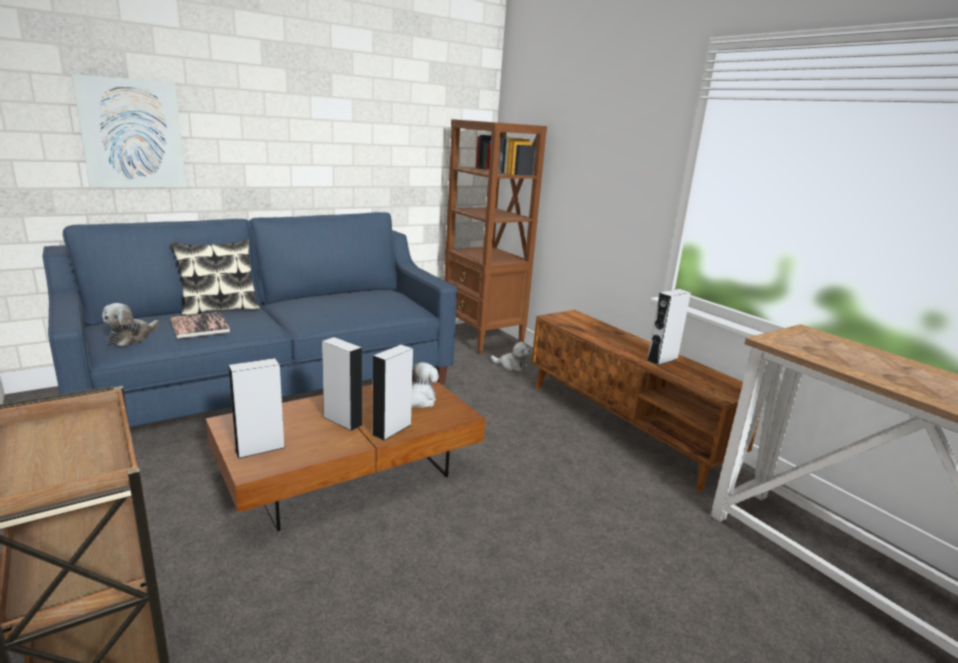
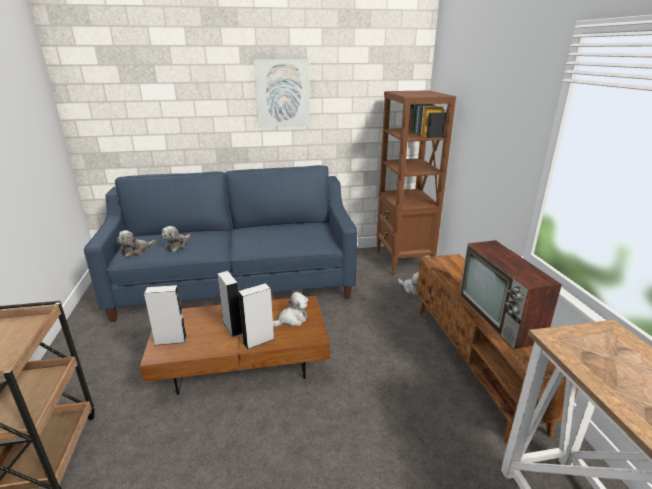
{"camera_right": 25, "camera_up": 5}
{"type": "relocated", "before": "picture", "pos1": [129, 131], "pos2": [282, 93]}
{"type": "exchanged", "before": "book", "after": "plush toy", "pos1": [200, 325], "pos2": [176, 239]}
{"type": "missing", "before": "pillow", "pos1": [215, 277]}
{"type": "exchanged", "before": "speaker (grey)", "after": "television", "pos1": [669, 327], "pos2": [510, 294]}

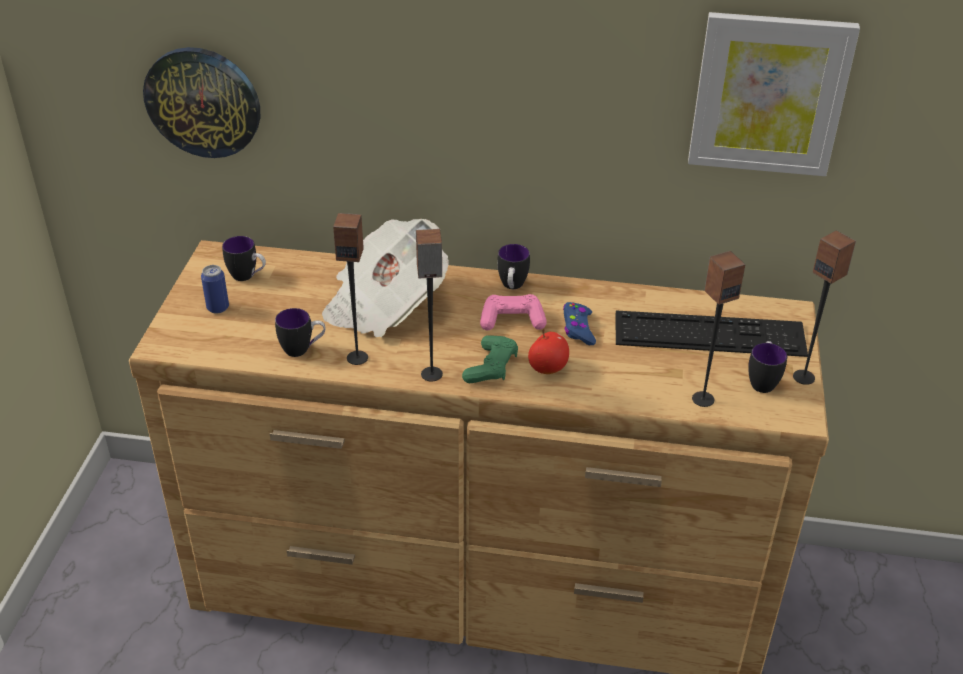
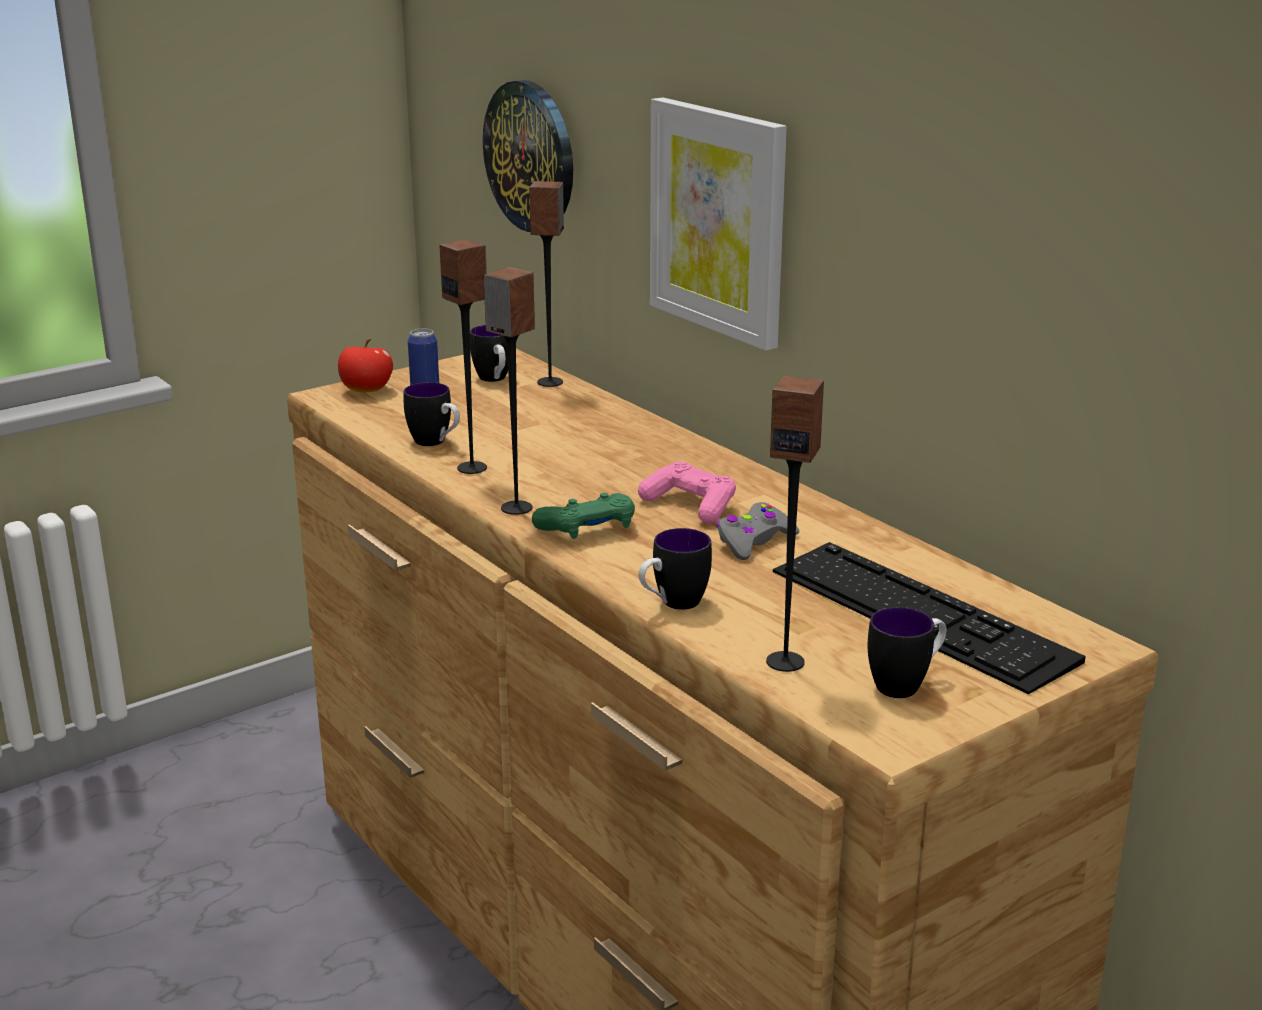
{"camera_right": 45, "camera_up": -15}
{"type": "missing", "before": "newspaper", "pos1": [385, 278]}
{"type": "relocated", "before": "mug", "pos1": [513, 266], "pos2": [675, 569]}
{"type": "relocated", "before": "apple", "pos1": [548, 351], "pos2": [365, 366]}
{"type": "colour", "before": "game controller (blue)", "after": "game controller (grey)", "pos1": [579, 323], "pos2": [757, 531]}
{"type": "relocated", "before": "picture", "pos1": [774, 94], "pos2": [718, 224]}
{"type": "relocated", "before": "speaker", "pos1": [824, 308], "pos2": [546, 284]}

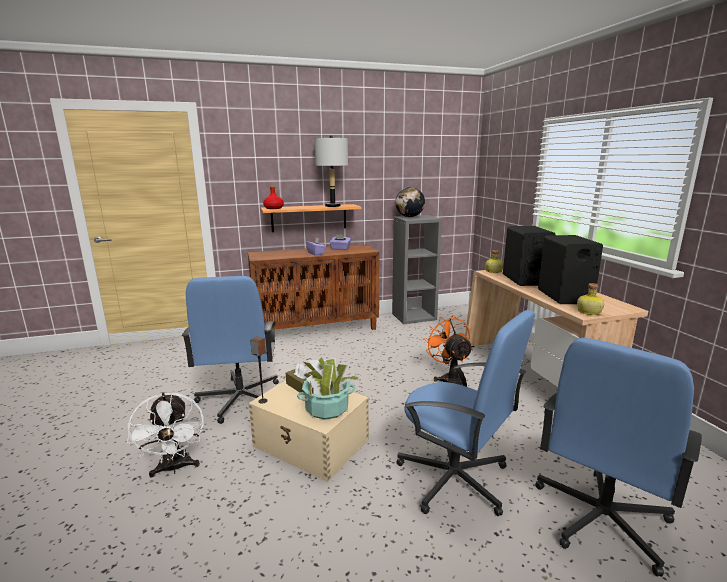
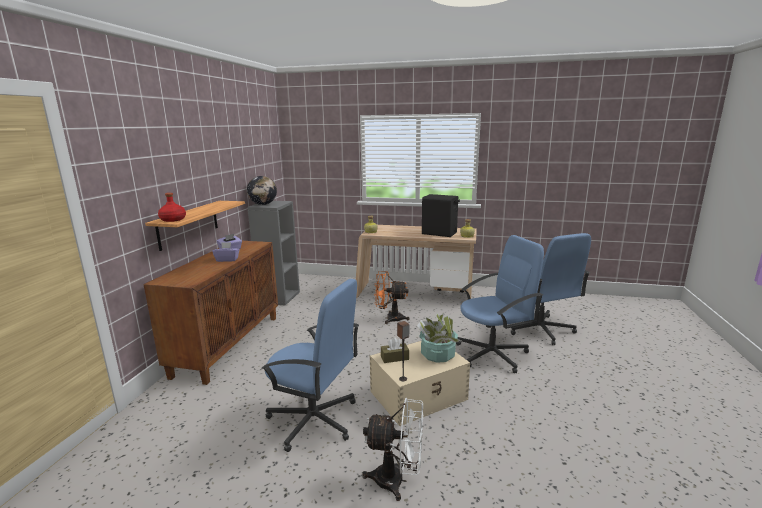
{"camera_right": -60, "camera_up": 0}
{"type": "missing", "before": "table lamp (grey)", "pos1": [331, 171]}
{"type": "missing", "before": "speaker (black)", "pos1": [529, 256]}

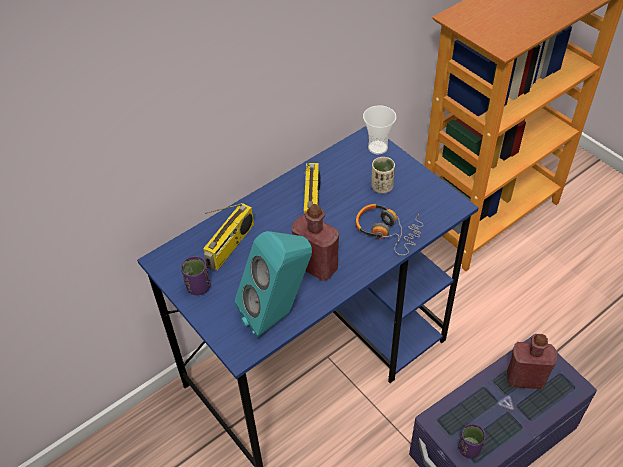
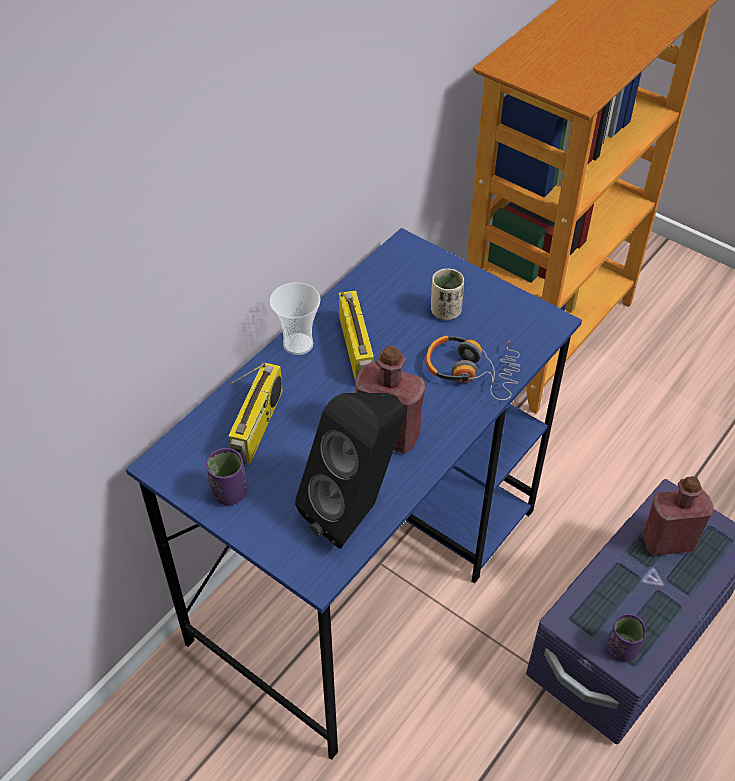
{"camera_right": -15, "camera_up": 0}
{"type": "colour", "before": "speaker (turquoise)", "after": "speaker (black)", "pos1": [273, 284], "pos2": [350, 471]}
{"type": "relocated", "before": "cup", "pos1": [379, 129], "pos2": [295, 318]}

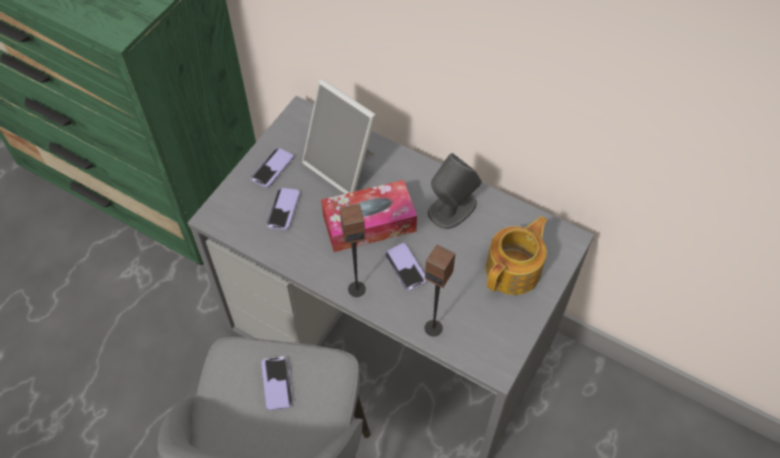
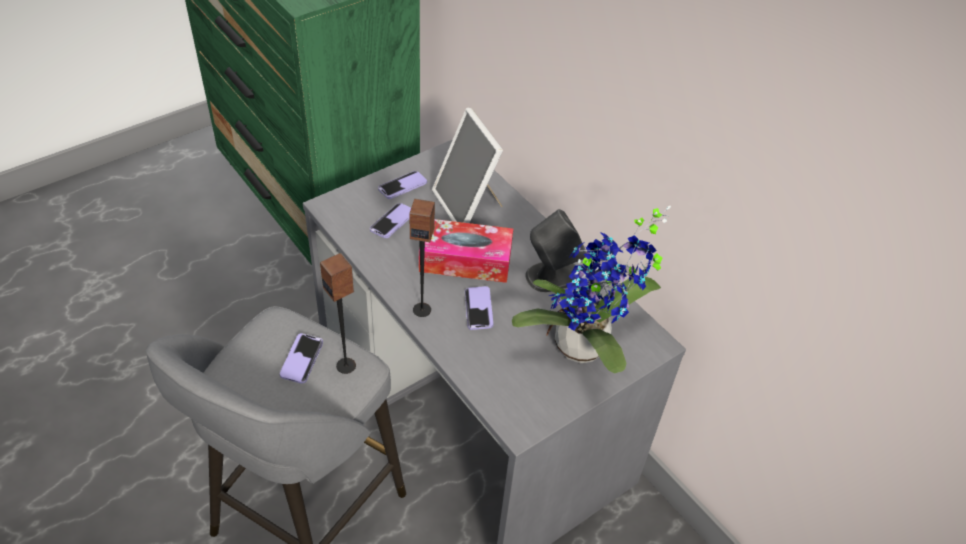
{"camera_right": 20, "camera_up": -10}
{"type": "relocated", "before": "speaker", "pos1": [440, 290], "pos2": [338, 313]}
{"type": "exchanged", "before": "teapot", "after": "potted plant", "pos1": [516, 255], "pos2": [591, 289]}

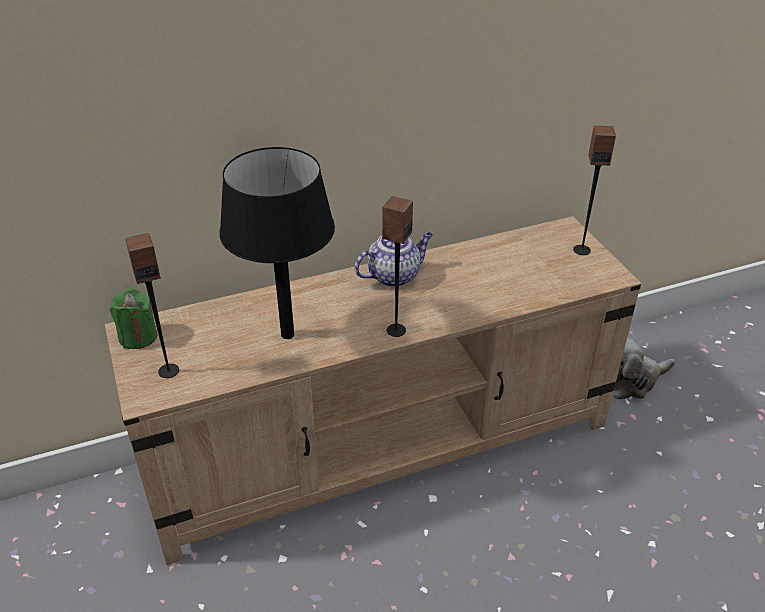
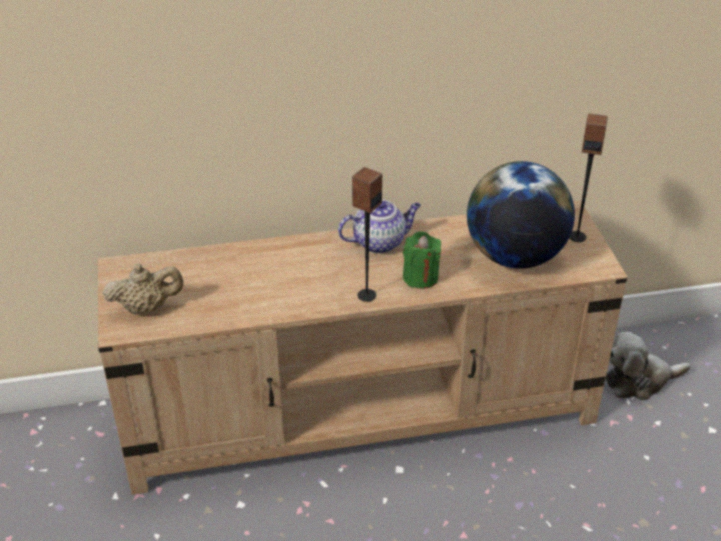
{"camera_right": 10, "camera_up": 0}
{"type": "relocated", "before": "candle (green)", "pos1": [133, 319], "pos2": [422, 260]}
{"type": "exchanged", "before": "speaker", "after": "teapot (beige)", "pos1": [152, 305], "pos2": [143, 289]}
{"type": "missing", "before": "table lamp (black)", "pos1": [277, 243]}
{"type": "appeared", "after": "globe", "pos2": [521, 215]}

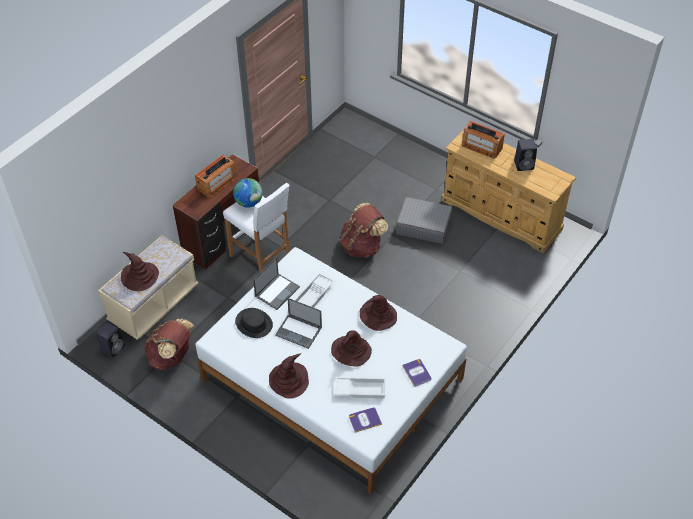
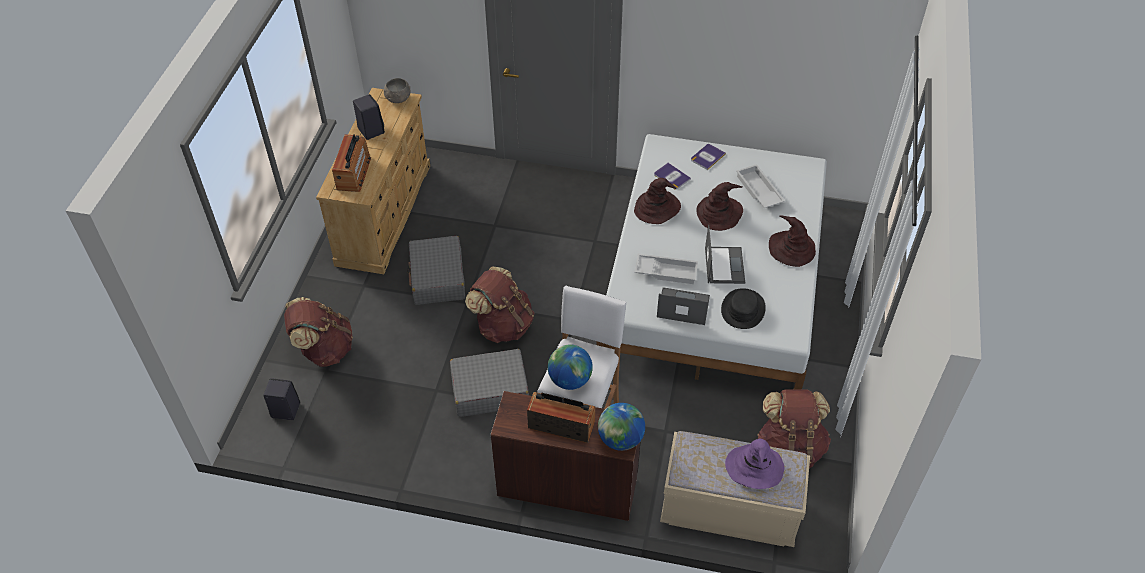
{"camera_right": -115, "camera_up": 0}
{"type": "relocated", "before": "speaker (black)", "pos1": [110, 339], "pos2": [281, 399]}
{"type": "colour", "before": "hat (brown)", "after": "hat (purple)", "pos1": [140, 271], "pos2": [754, 464]}
{"type": "relocated", "before": "book", "pos1": [365, 420], "pos2": [672, 176]}
{"type": "appeared", "after": "backpack (brown)", "pos2": [318, 332]}
{"type": "appeared", "after": "bowl (grey)", "pos2": [397, 90]}
{"type": "appeared", "after": "suitcase (grey)", "pos2": [489, 383]}
{"type": "appeared", "after": "globe", "pos2": [621, 427]}

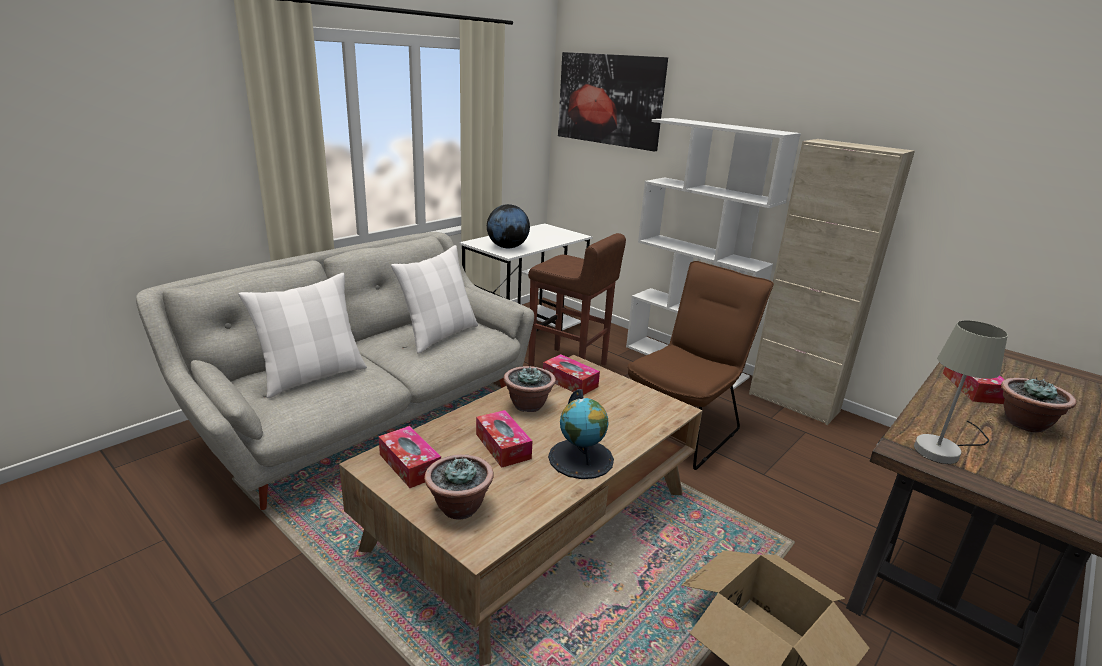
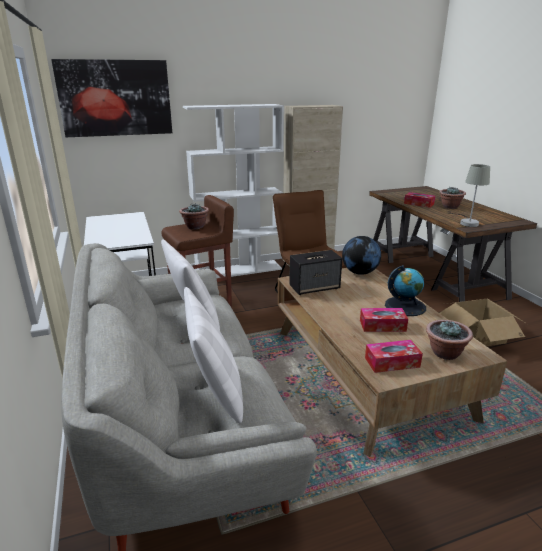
{"camera_right": -60, "camera_up": 0}
{"type": "relocated", "before": "globe", "pos1": [508, 226], "pos2": [361, 255]}
{"type": "relocated", "before": "potted plant", "pos1": [530, 389], "pos2": [194, 216]}
{"type": "exchanged", "before": "tissue box", "after": "speaker", "pos1": [571, 374], "pos2": [315, 272]}

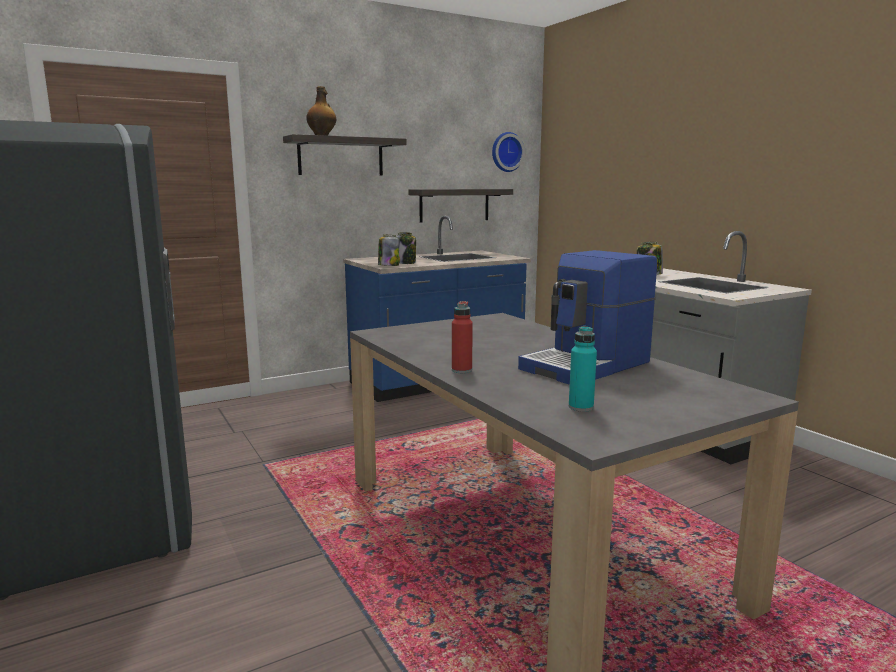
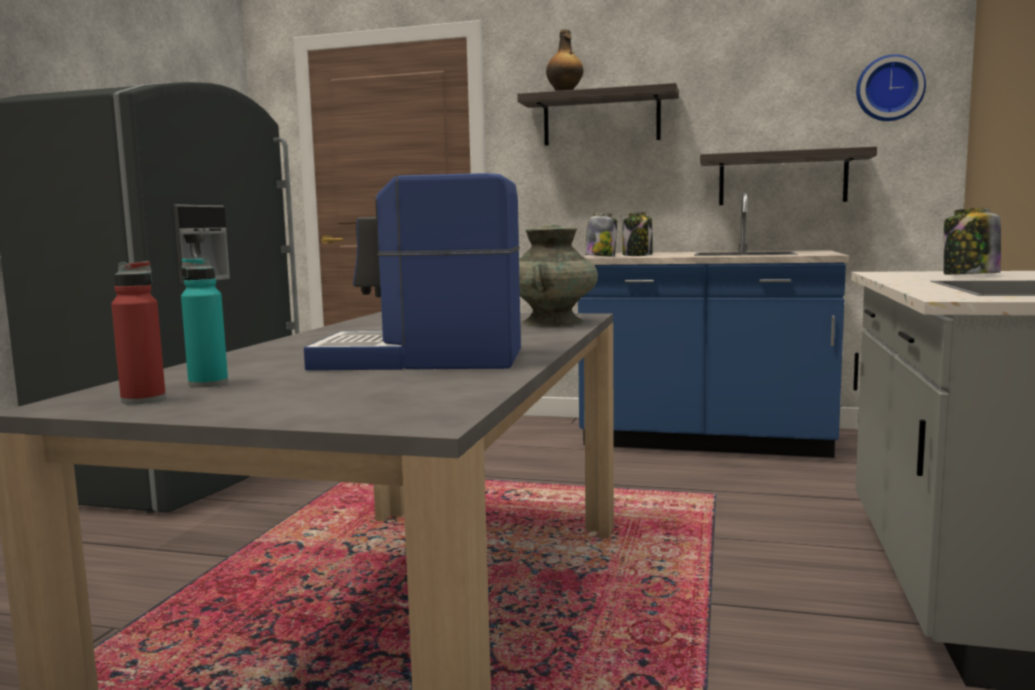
{"camera_right": 45, "camera_up": -5}
{"type": "relocated", "before": "bottle (red)", "pos1": [462, 337], "pos2": [138, 332]}
{"type": "appeared", "after": "vase (turquoise)", "pos2": [558, 275]}

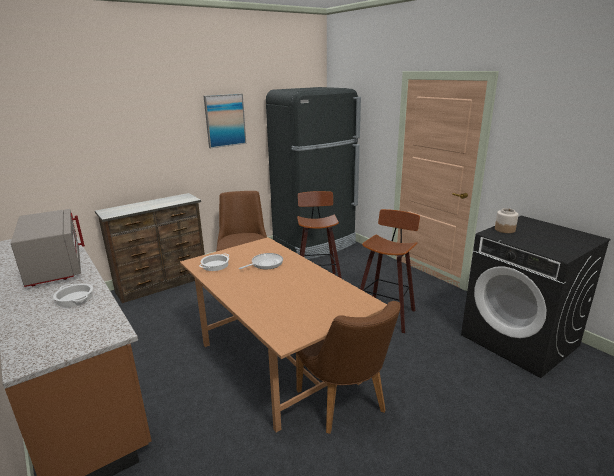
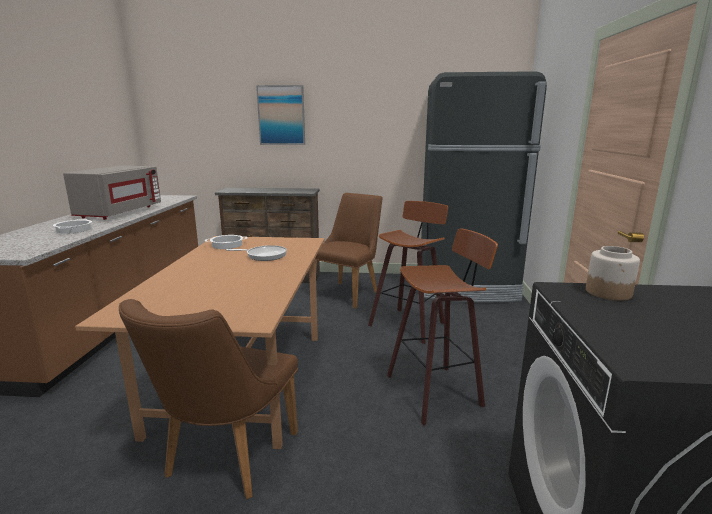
{"camera_right": 40, "camera_up": -5}
{"type": "relocated", "before": "picture", "pos1": [225, 121], "pos2": [280, 115]}

